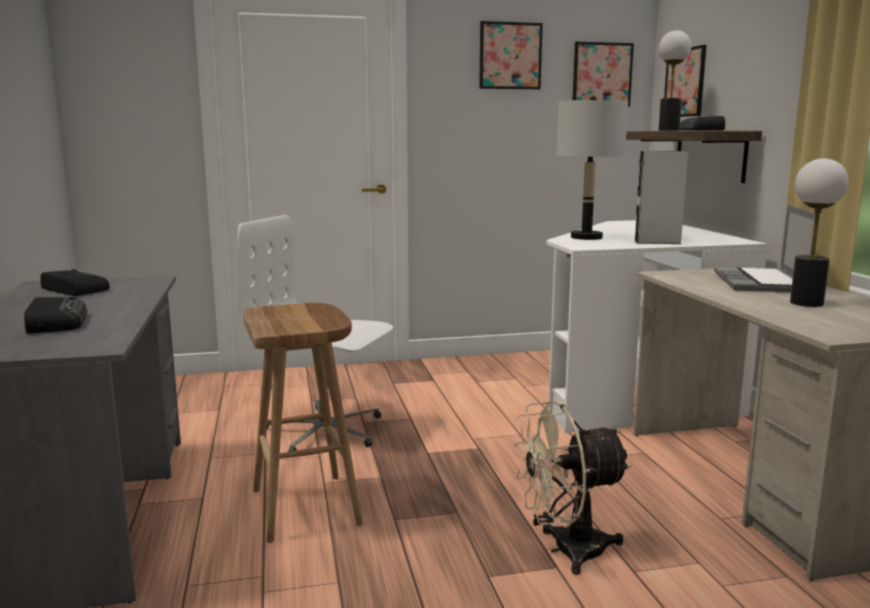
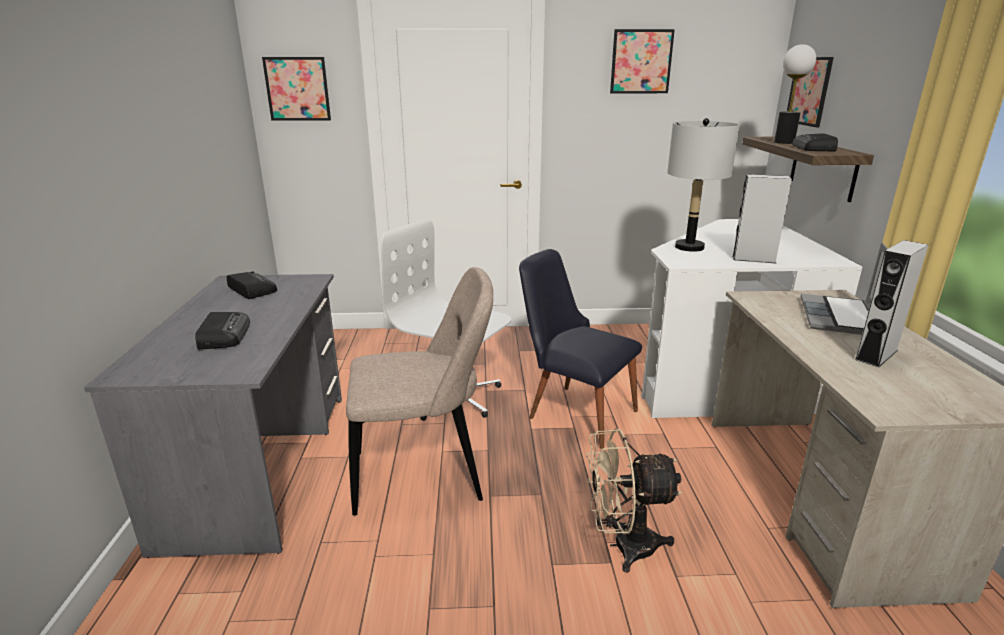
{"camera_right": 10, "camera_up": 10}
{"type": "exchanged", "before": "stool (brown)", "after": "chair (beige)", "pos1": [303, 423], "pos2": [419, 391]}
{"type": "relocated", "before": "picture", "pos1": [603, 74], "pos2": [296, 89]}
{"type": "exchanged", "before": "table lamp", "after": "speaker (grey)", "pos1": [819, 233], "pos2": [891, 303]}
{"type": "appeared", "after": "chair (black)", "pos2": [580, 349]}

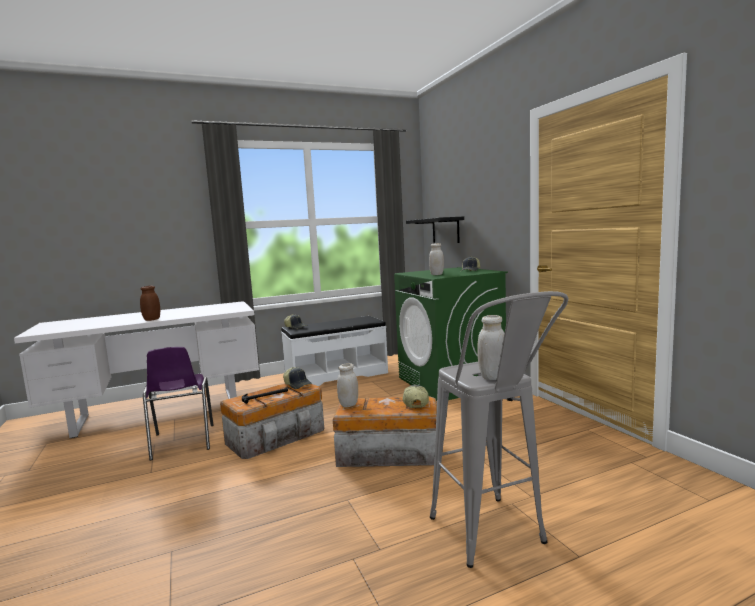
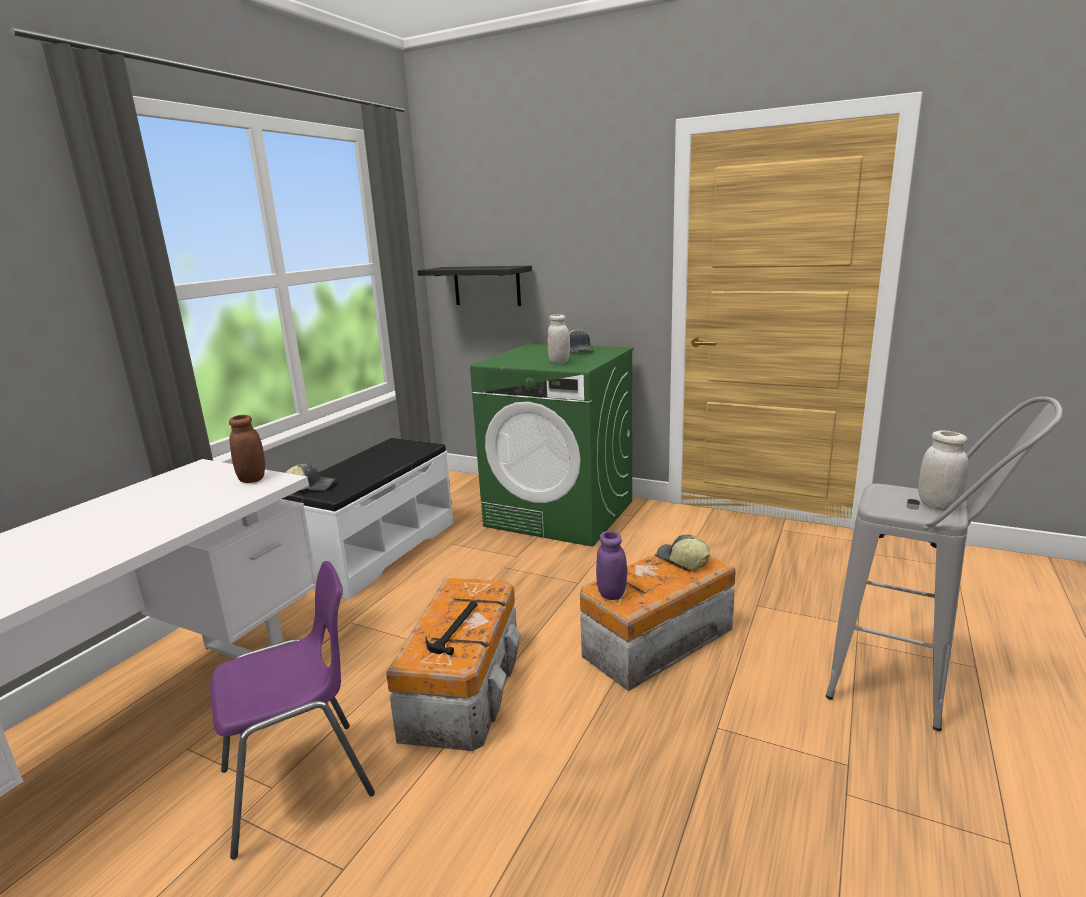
{"camera_right": -40, "camera_up": 10}
{"type": "relocated", "before": "jar (brown)", "pos1": [150, 303], "pos2": [247, 449]}
{"type": "spun", "before": "chair (purple)", "pos1": [178, 403], "pos2": [292, 710], "turn": -60}
{"type": "missing", "before": "cap", "pos1": [297, 378]}
{"type": "colour", "before": "jar (white)", "after": "jar (purple)", "pos1": [347, 385], "pos2": [611, 565]}

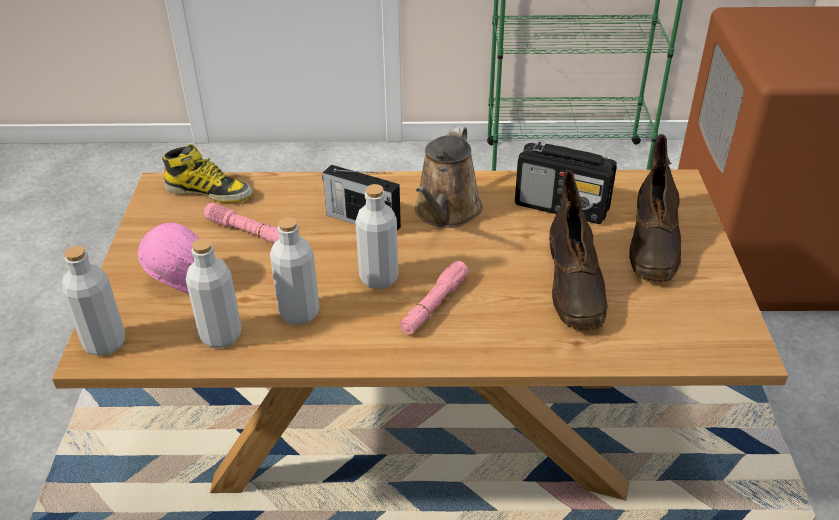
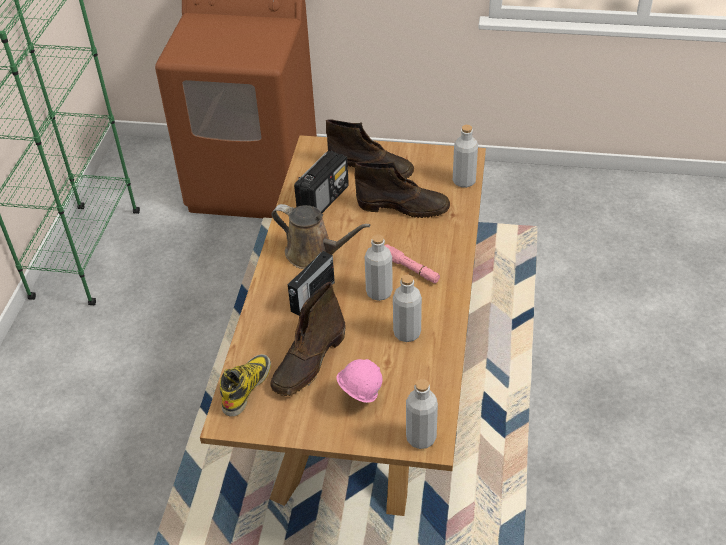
{"camera_right": -80, "camera_up": 5}
{"type": "relocated", "before": "bottle (grey)", "pos1": [213, 293], "pos2": [465, 156]}
{"type": "exchanged", "before": "flashlight (pink)", "after": "boot (brown)", "pos1": [241, 223], "pos2": [307, 339]}

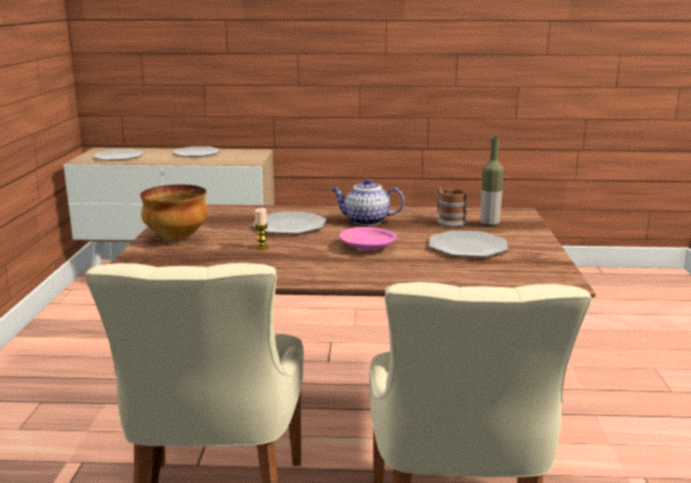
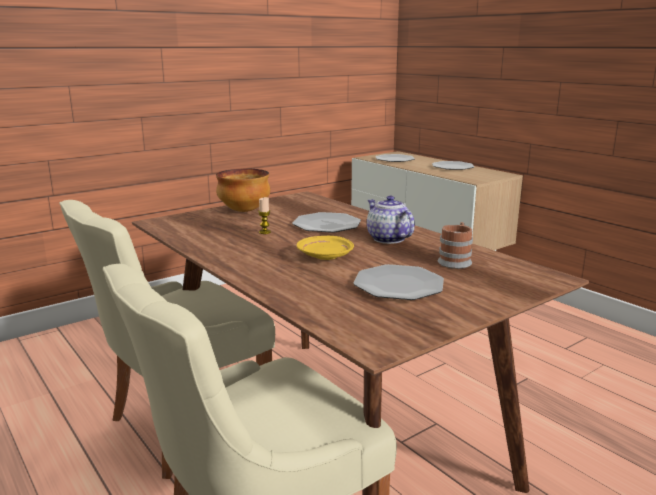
{"camera_right": 50, "camera_up": 0}
{"type": "colour", "before": "plate (pink)", "after": "plate (yellow)", "pos1": [368, 238], "pos2": [325, 248]}
{"type": "missing", "before": "bottle", "pos1": [492, 181]}

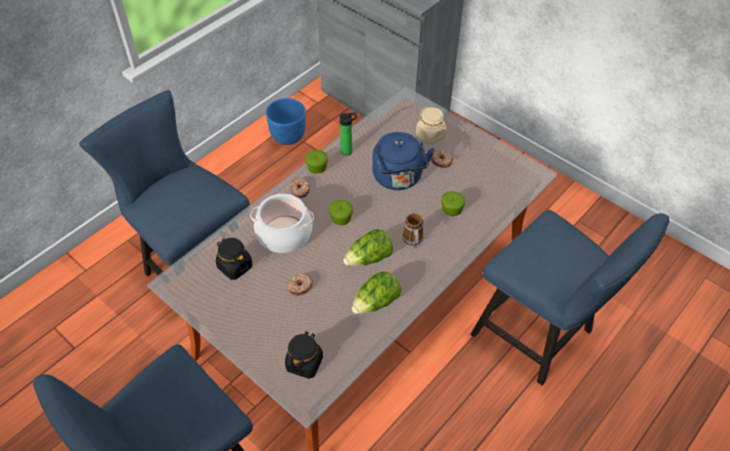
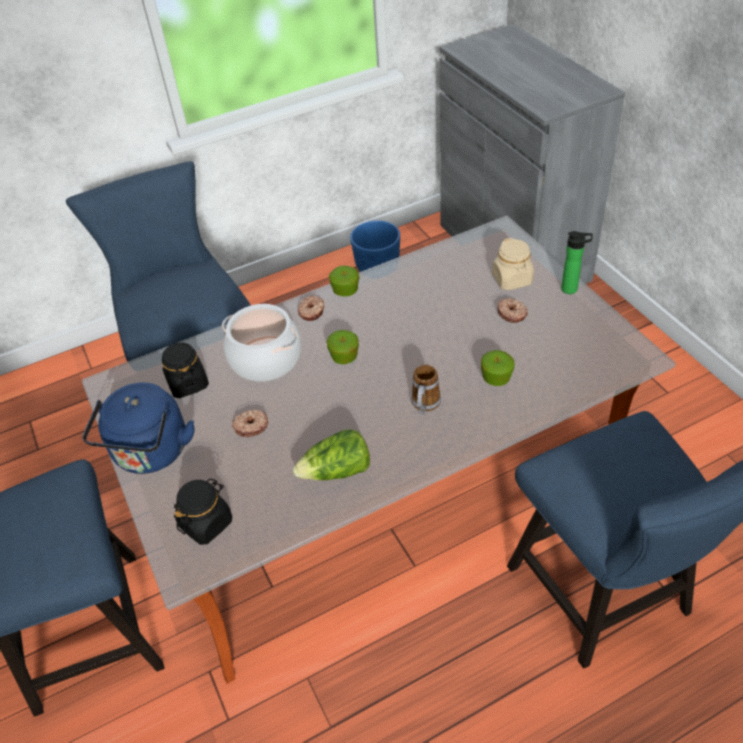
{"camera_right": 25, "camera_up": -5}
{"type": "relocated", "before": "bottle", "pos1": [348, 134], "pos2": [577, 262]}
{"type": "missing", "before": "lettuce", "pos1": [368, 247]}
{"type": "relocated", "before": "kettle (blue)", "pos1": [403, 161], "pos2": [138, 428]}

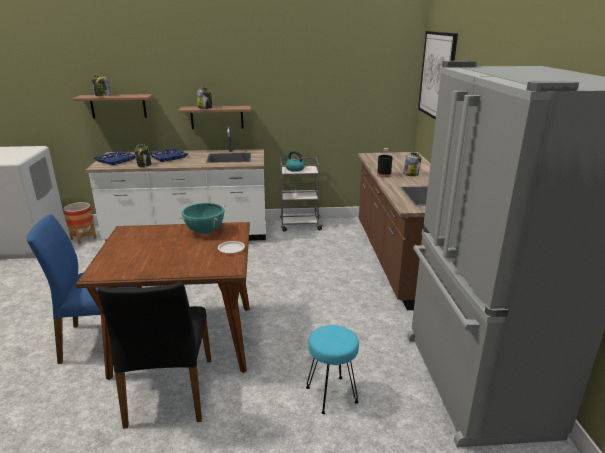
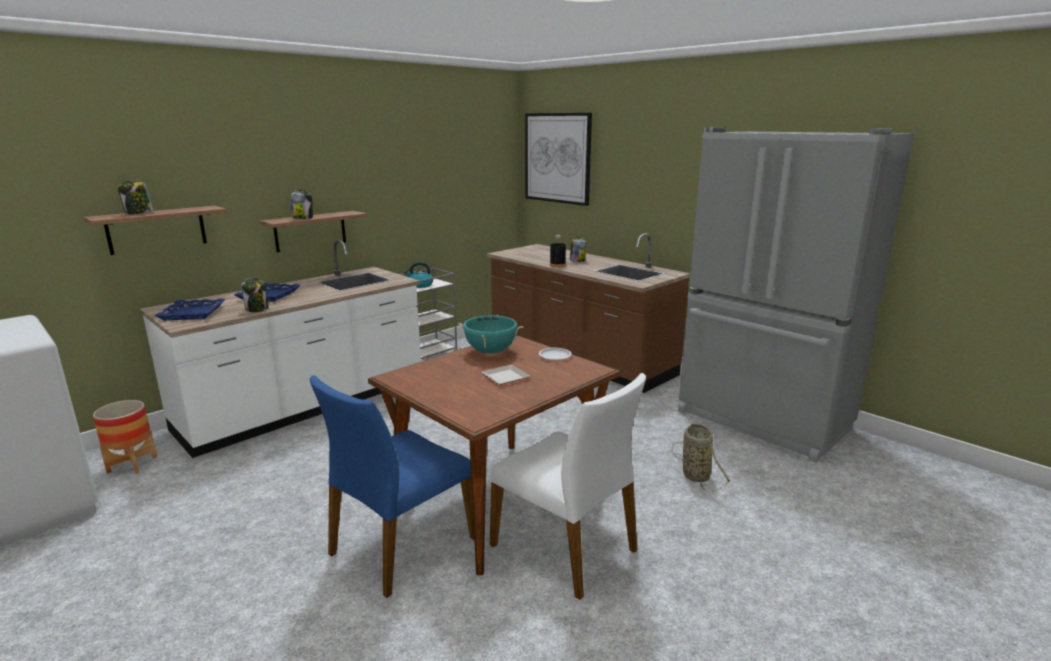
{"camera_right": -40, "camera_up": -5}
{"type": "colour", "before": "chair (black)", "after": "chair (white)", "pos1": [154, 355], "pos2": [568, 486]}
{"type": "exchanged", "before": "stool (turquoise)", "after": "basket", "pos1": [332, 369], "pos2": [701, 457]}
{"type": "appeared", "after": "plate", "pos2": [506, 374]}

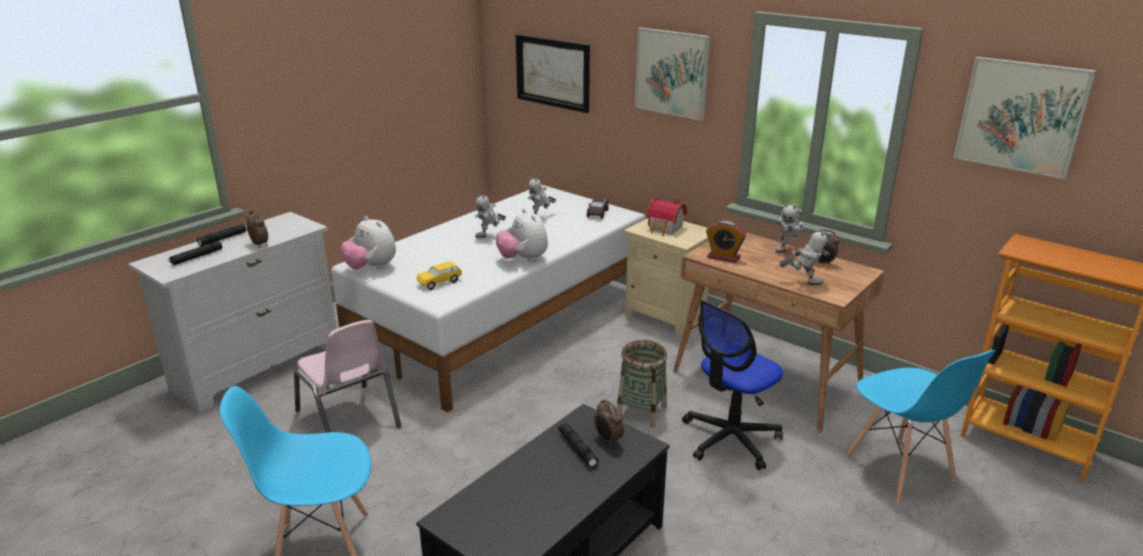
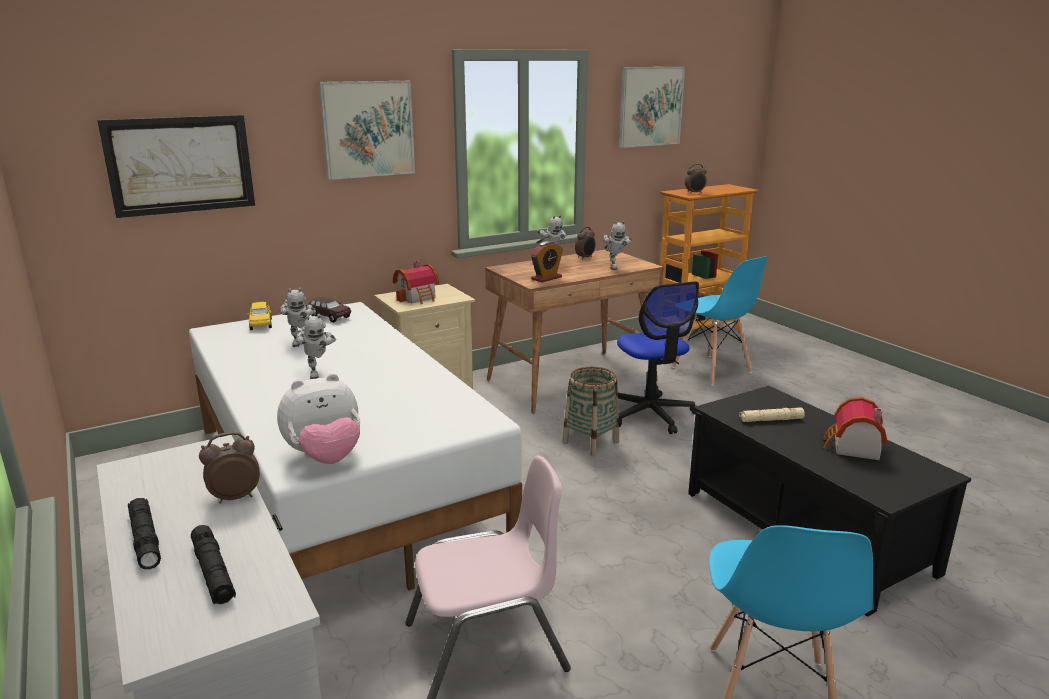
{"camera_right": -70, "camera_up": -5}
{"type": "relocated", "before": "toy car (yellow)", "pos1": [439, 275], "pos2": [259, 316]}
{"type": "missing", "before": "plush toy", "pos1": [522, 235]}
{"type": "colour", "before": "flashlight (black)", "after": "flashlight (beige)", "pos1": [578, 445], "pos2": [772, 415]}
{"type": "relocated", "before": "alarm clock", "pos1": [609, 423], "pos2": [696, 179]}
{"type": "spun", "before": "toy robot", "pos1": [804, 256], "pos2": [617, 245], "turn": 135}
{"type": "spun", "before": "chair (blue)", "pos1": [920, 426], "pos2": [720, 321], "turn": 60}
{"type": "appeared", "after": "toy house", "pos2": [855, 428]}

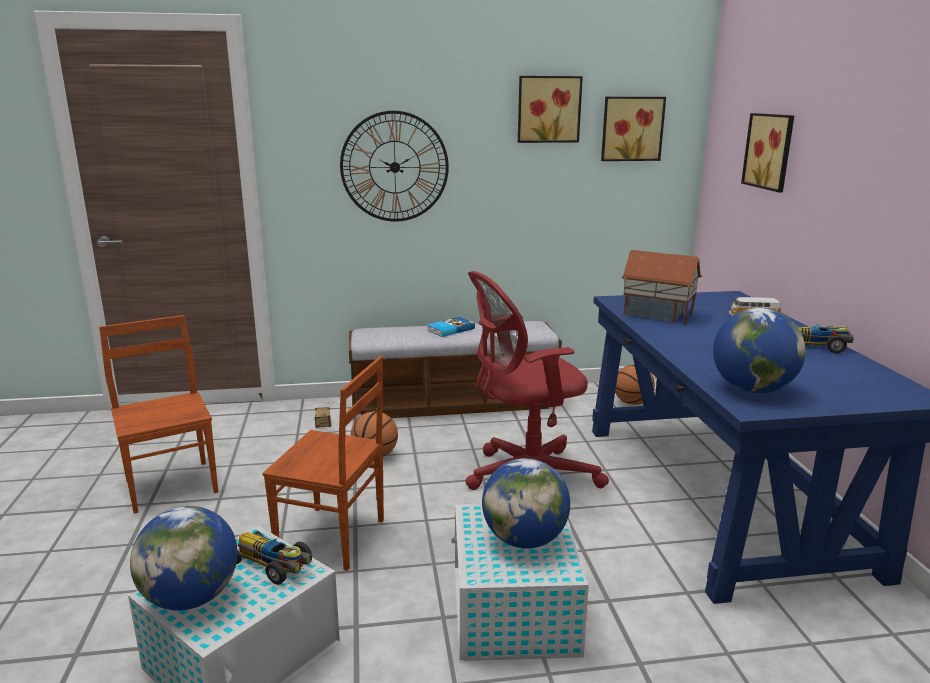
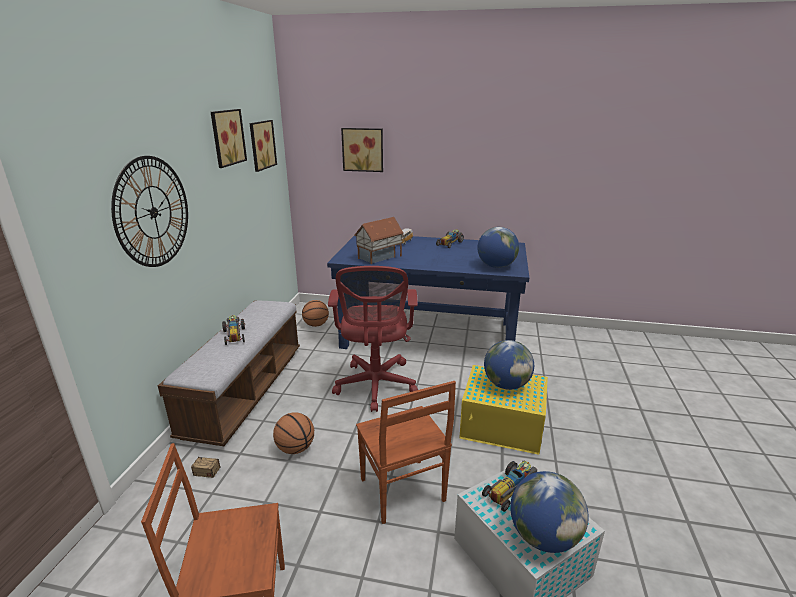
{"camera_right": -70, "camera_up": 5}
{"type": "spun", "before": "chair (brown)", "pos1": [323, 463], "pos2": [406, 452], "turn": 120}
{"type": "exchanged", "before": "book", "after": "toy car", "pos1": [451, 327], "pos2": [233, 330]}
{"type": "colour", "before": "storage box (white)", "after": "storage box (yellow)", "pos1": [520, 582], "pos2": [504, 410]}

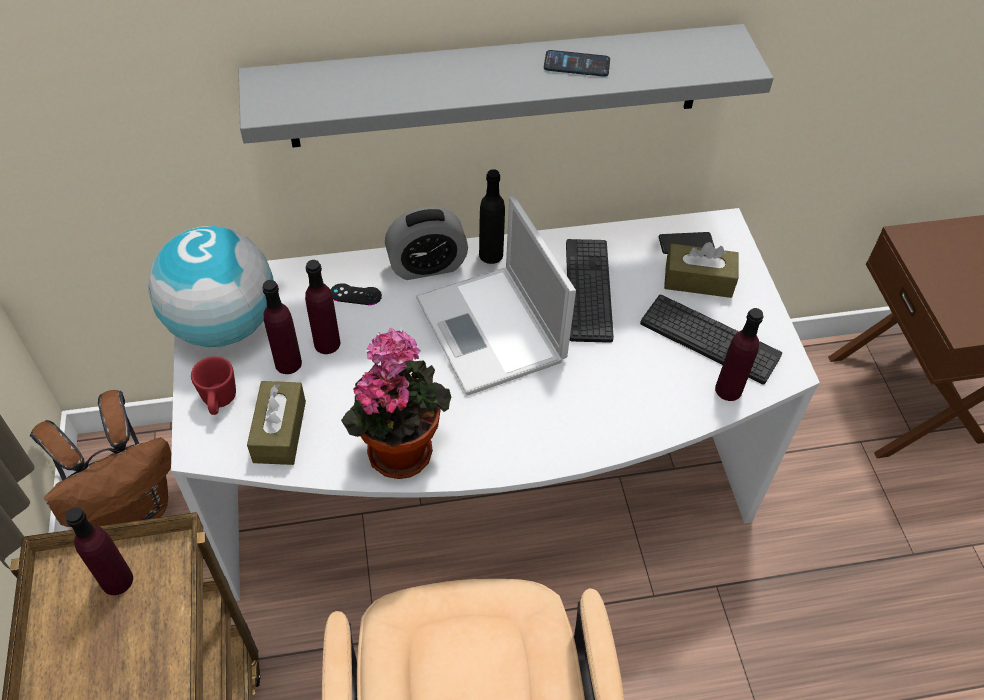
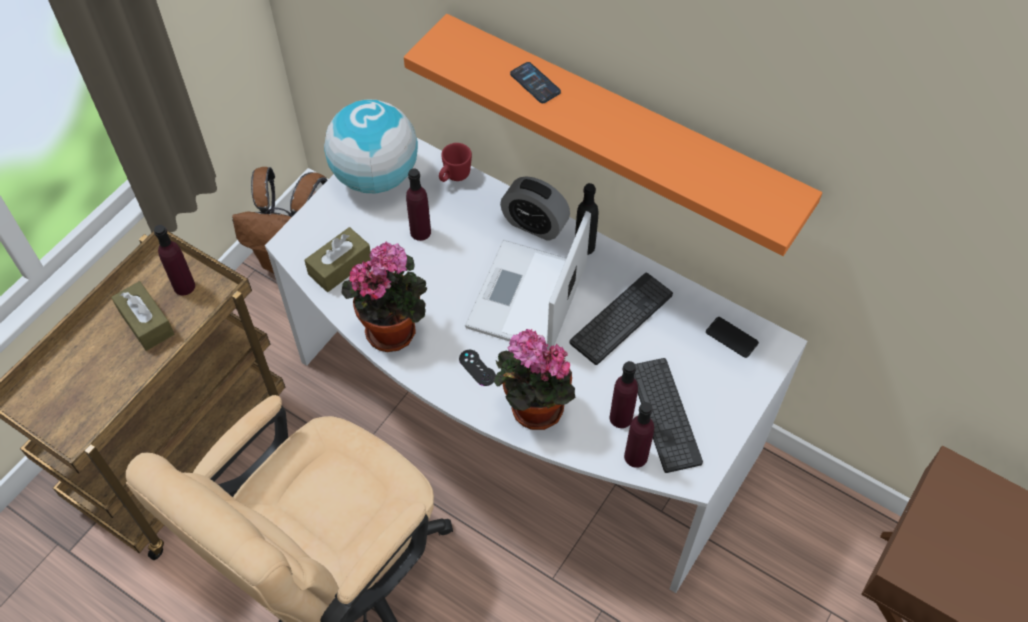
{"camera_right": 45, "camera_up": 5}
{"type": "relocated", "before": "mug (red)", "pos1": [213, 385], "pos2": [455, 162]}
{"type": "colour", "before": "shelf (grey)", "after": "shelf (orange)", "pos1": [506, 85], "pos2": [613, 135]}
{"type": "relocated", "before": "bottle (purple)", "pos1": [282, 327], "pos2": [623, 394]}
{"type": "relocated", "before": "game controller (black)", "pos1": [356, 294], "pos2": [477, 368]}
{"type": "relocated", "before": "phone", "pos1": [577, 63], "pos2": [535, 82]}
{"type": "relocated", "before": "tissue box (brown)", "pos1": [701, 270], "pos2": [142, 316]}
{"type": "appeared", "after": "potted plant", "pos2": [534, 379]}

